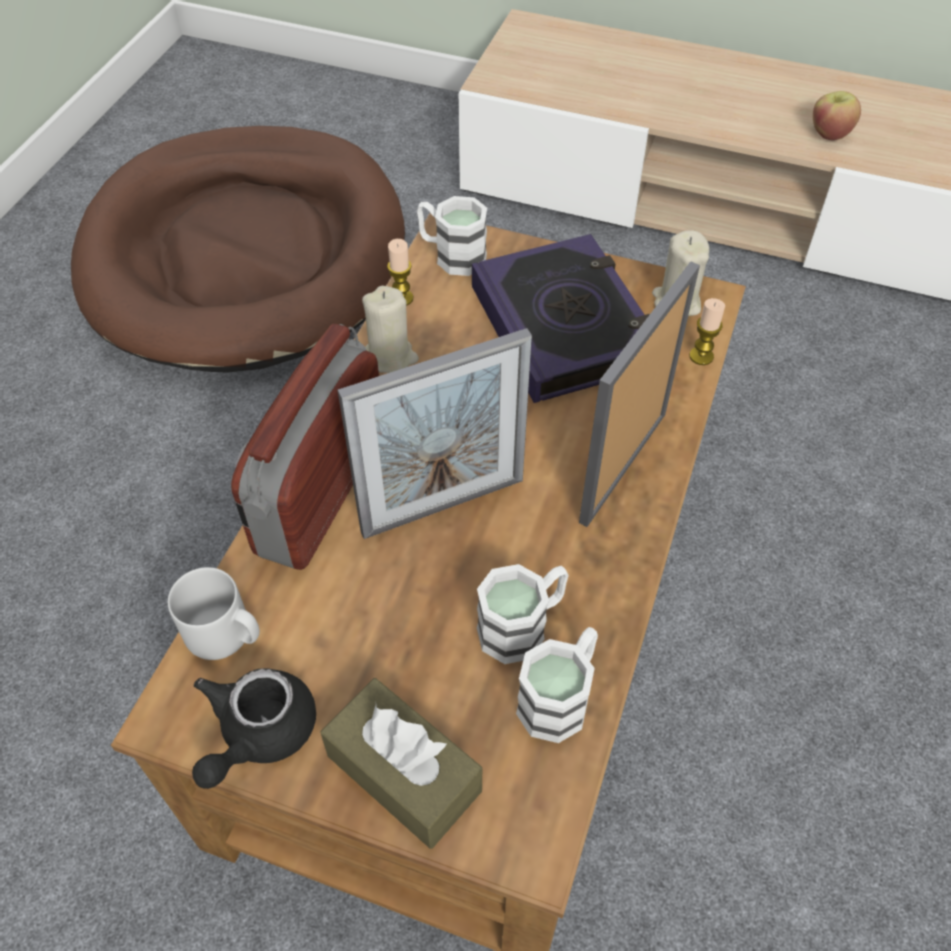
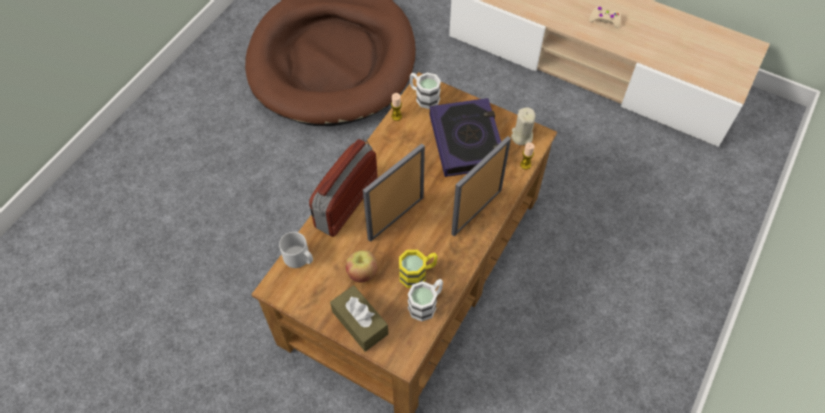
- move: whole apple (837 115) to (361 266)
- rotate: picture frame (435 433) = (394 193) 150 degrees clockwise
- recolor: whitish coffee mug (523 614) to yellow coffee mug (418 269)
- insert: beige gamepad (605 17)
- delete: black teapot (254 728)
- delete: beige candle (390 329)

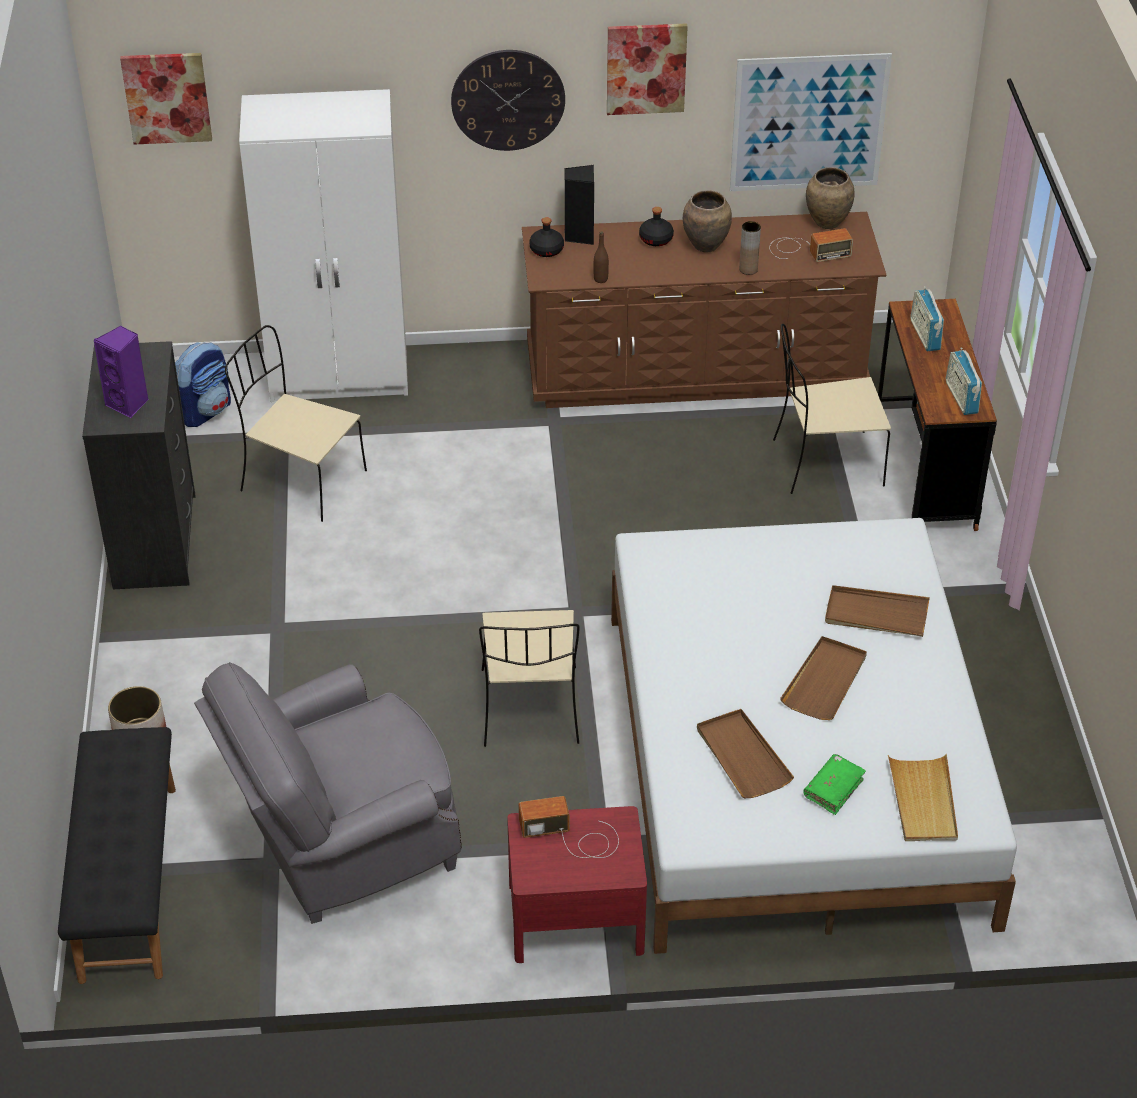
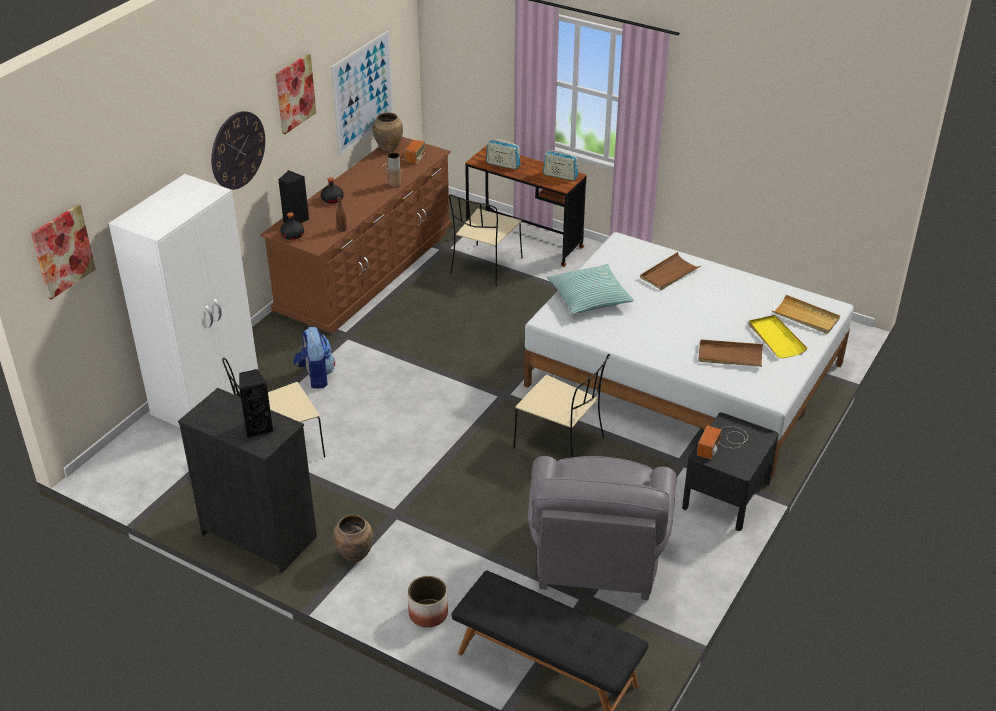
- recolor: purplish audio speaker (121 372) to black audio speaker (256 403)
- move: backpack (203 384) to (314 358)
- move: brown vase (707 221) to (353 538)
- insert: pillow (590 289)
- recolor: red night table (577 884) to black night table (730 471)
- replace: green book (834 784) to yellow carrying tray (778 336)
- delete: brown carrying tray (823 678)

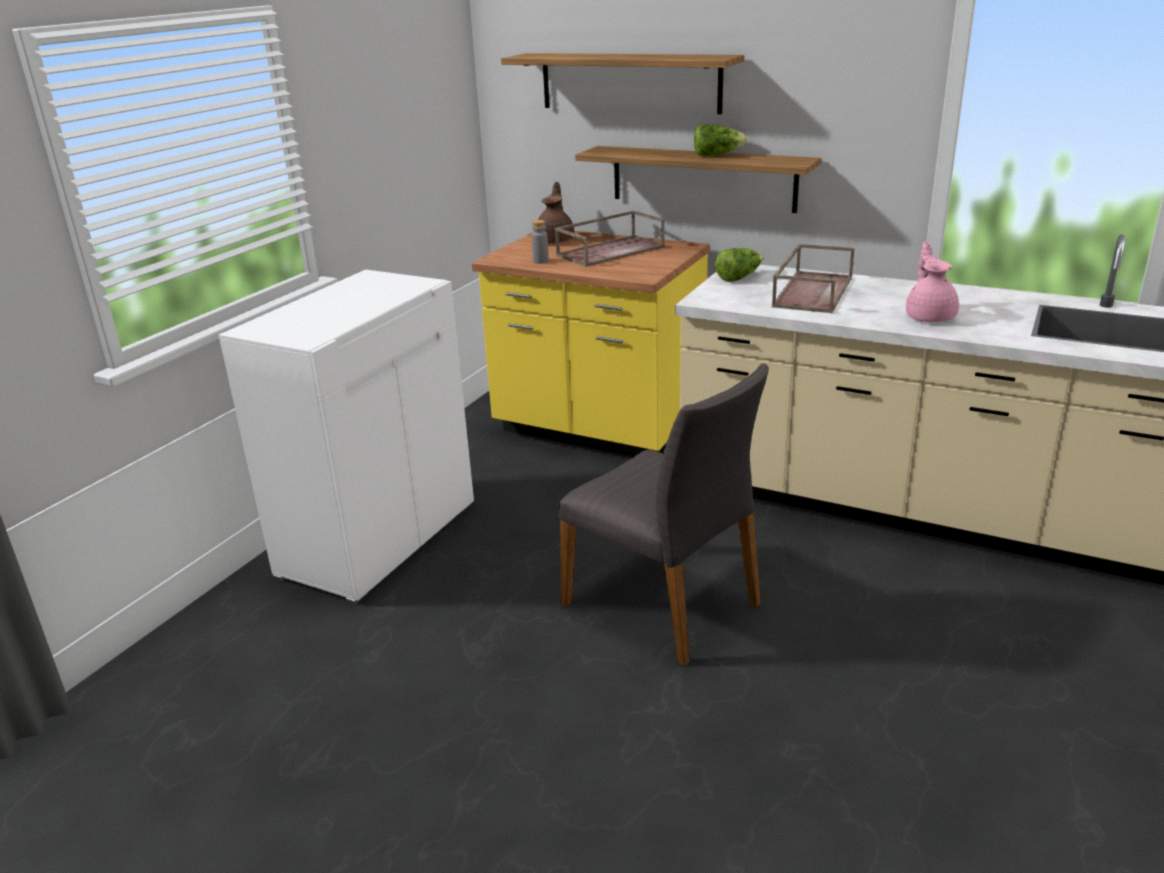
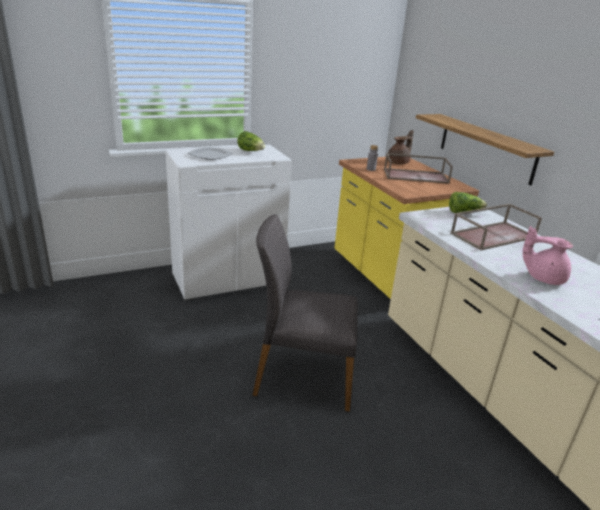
- insert: dinner plate (210 153)
- move: lettuce head (721 140) to (251 141)
- rotate: greyish chair (664 515) = (305 313) 105 degrees clockwise
- rotate: pinkish teapot (932 281) = (548 255) 105 degrees counterclockwise
- delete: shelf (622 83)

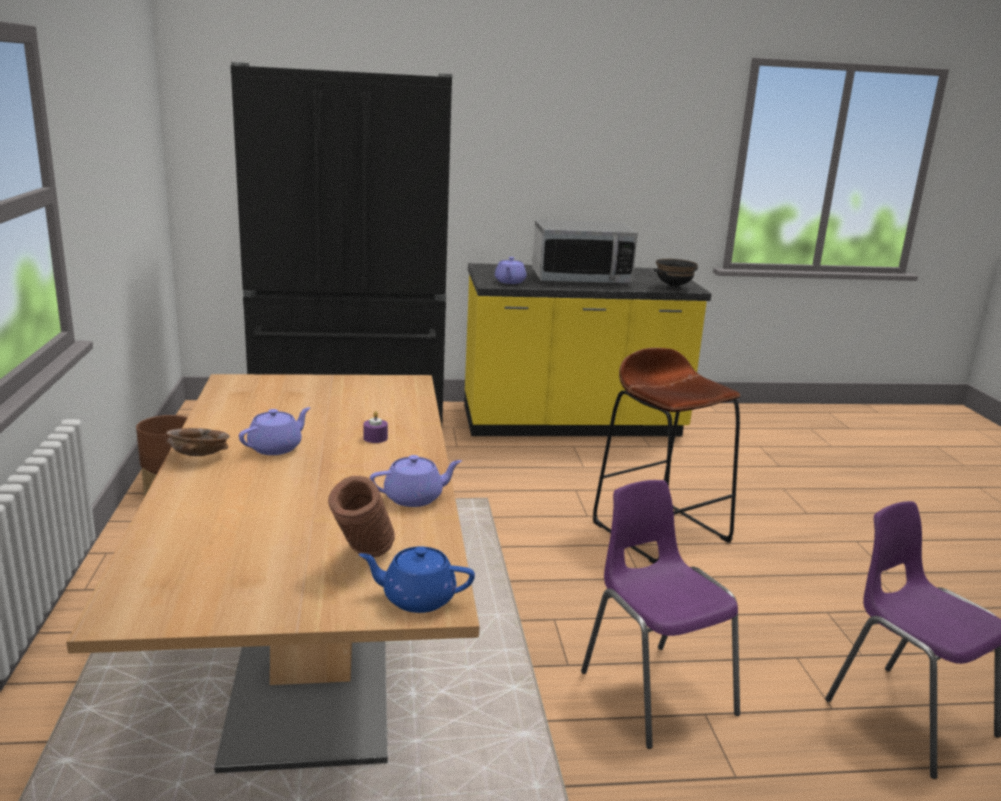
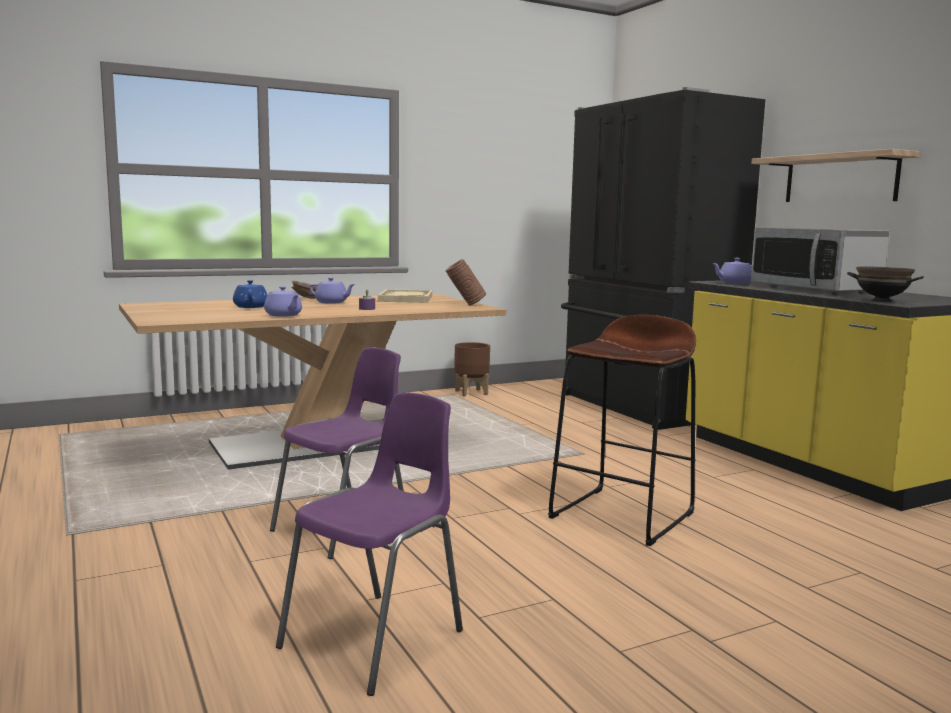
- move: blue-coloured teapot (417 580) to (250 294)
- insert: beige carrying tray (405 296)
- move: brown vase (361 516) to (465 282)
- insert: shelf (835 175)

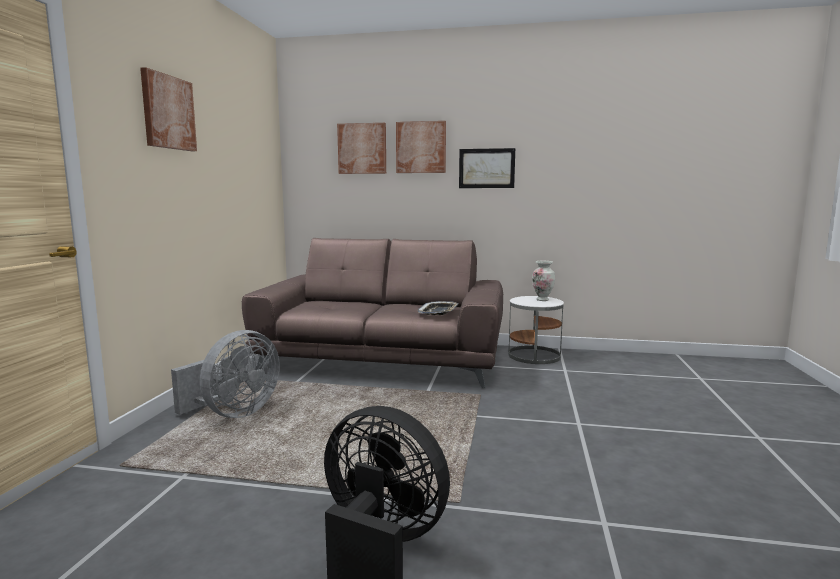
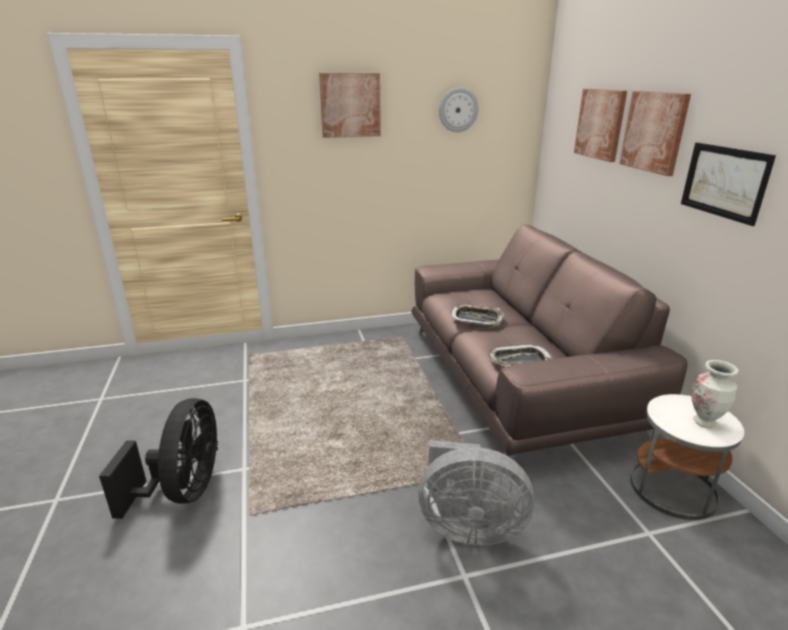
- move: greyish electric fan (225 374) to (476 493)
- insert: clock on the wall (458 110)
- insert: carrying tray (477 315)

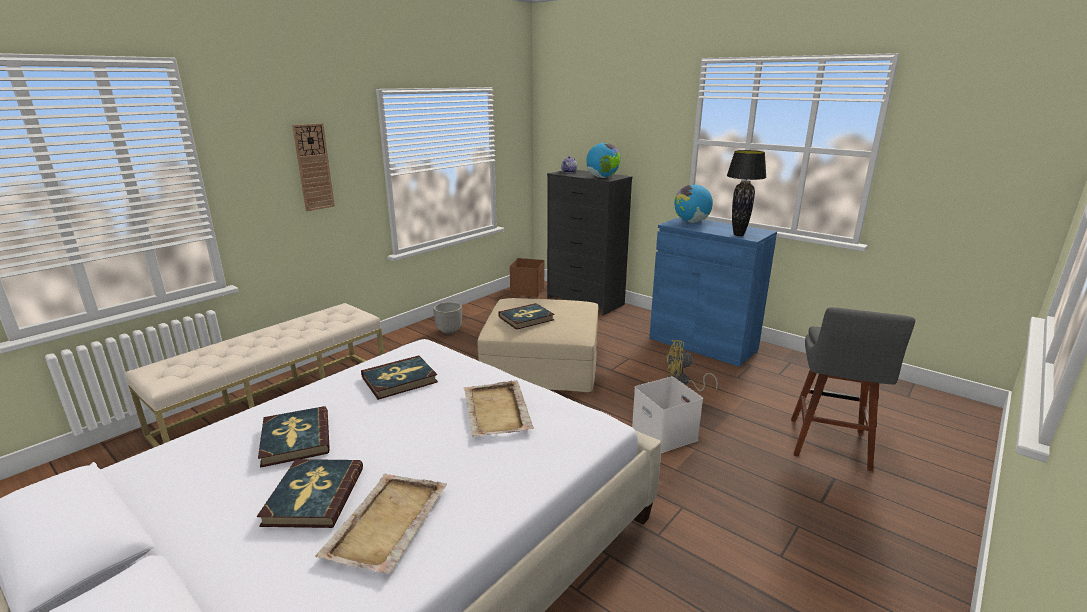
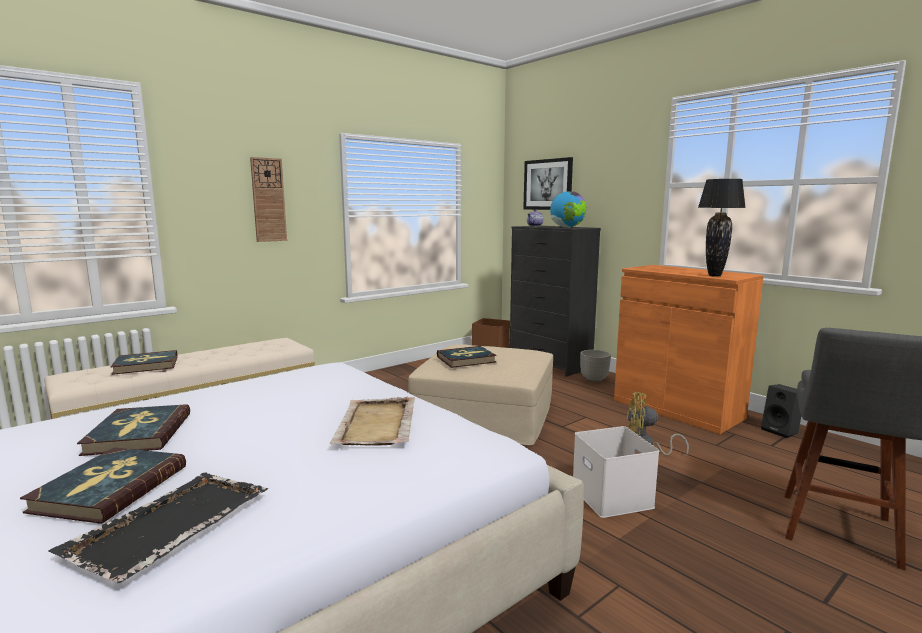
- recolor: beige carrying tray (381 524) to black carrying tray (158 528)
- move: book (399 377) to (144 362)
- insert: wall art (548 183)
- move: plant pot (447 318) to (595 366)
- recolor: blue-coloured cabinet (713 292) to orange cabinet (689 349)
- insert: black audio speaker (781 411)
- delete: globe (693 203)

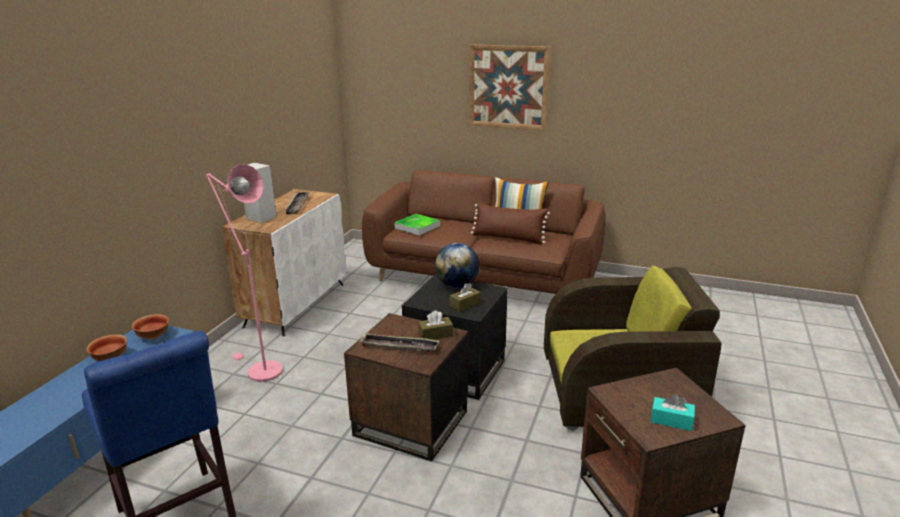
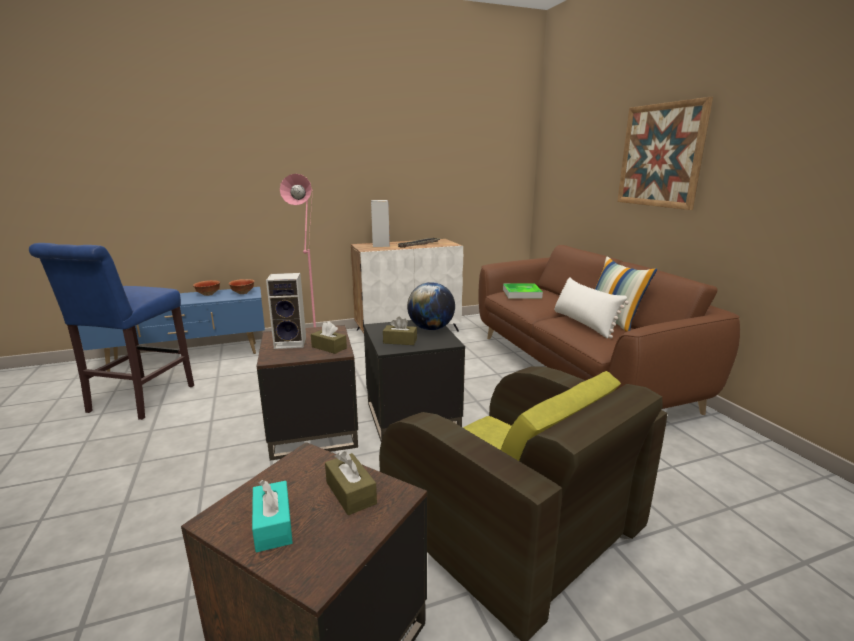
- replace: carrying tray (399 342) to audio speaker (286 311)
- insert: brown tissue holder (351 483)
- recolor: brown pillow (510 223) to whitish pillow (591 308)

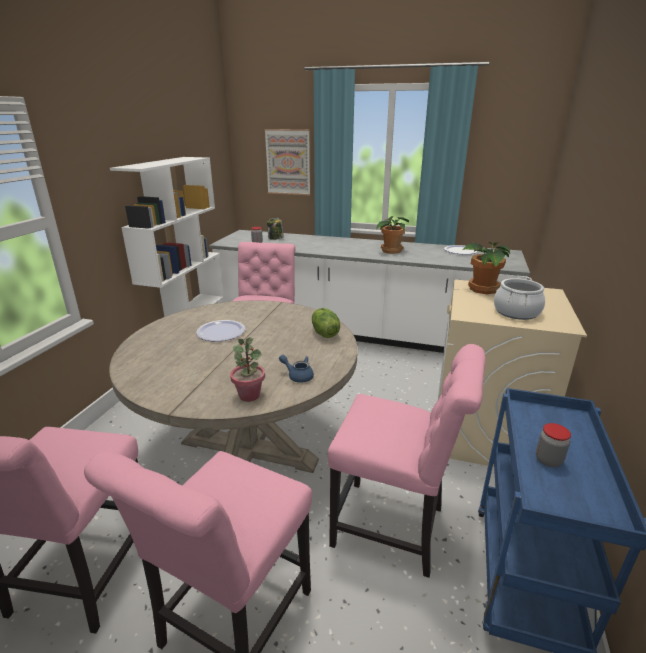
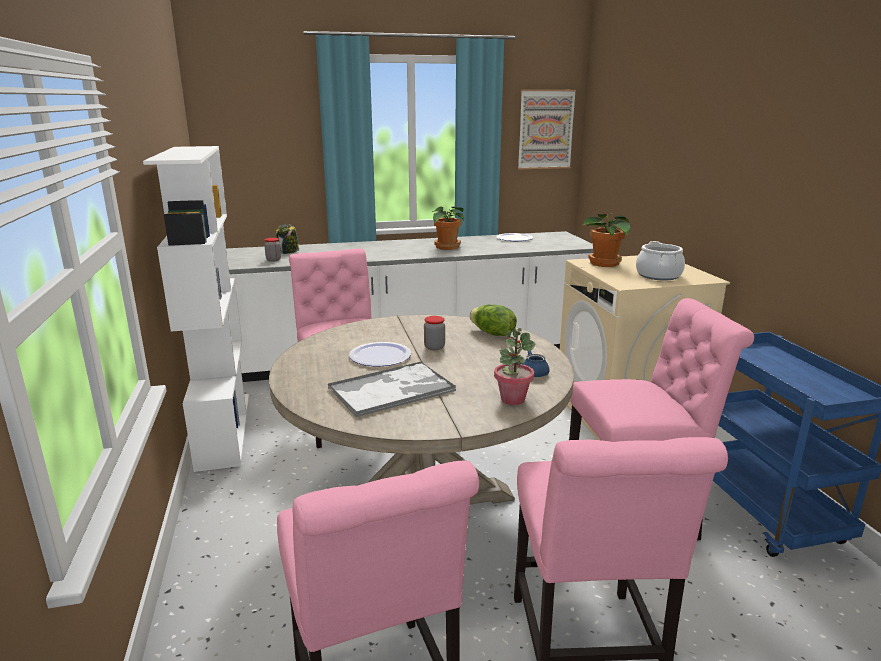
- insert: carrying tray (392 389)
- move: jar (553 445) to (434 333)
- move: wall art (287 162) to (547 129)

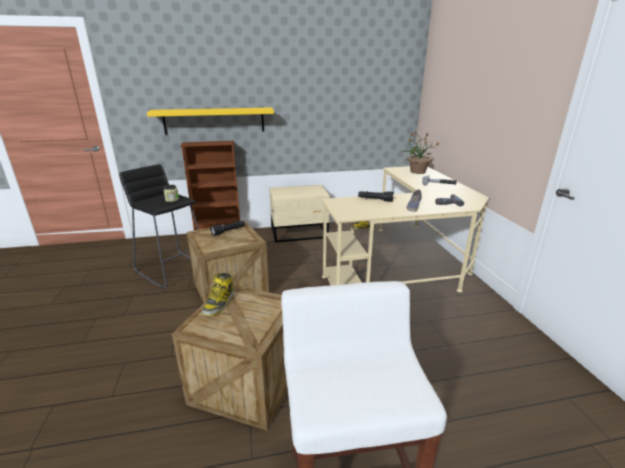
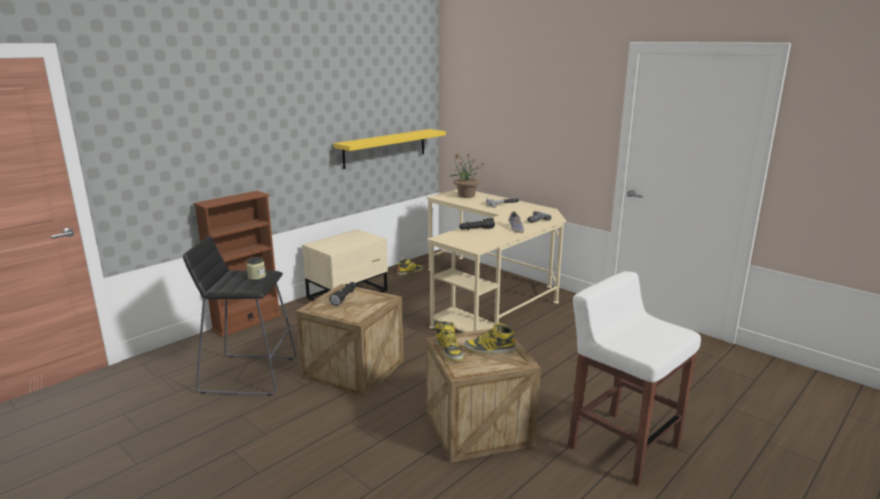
- move: yellow shelf (210 121) to (389 149)
- insert: boot (489 338)

